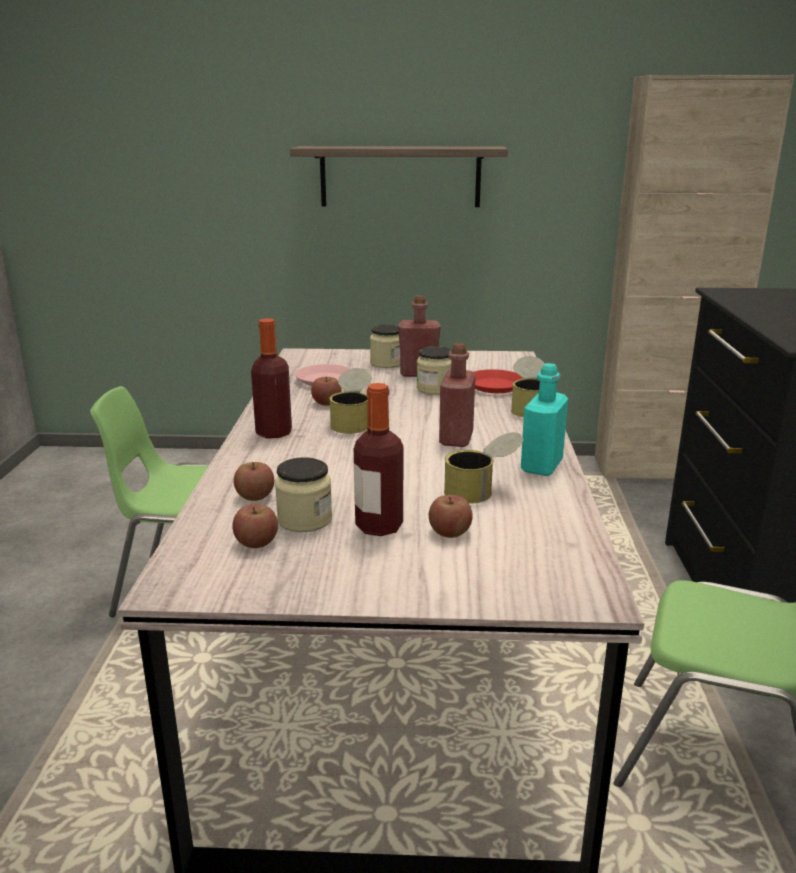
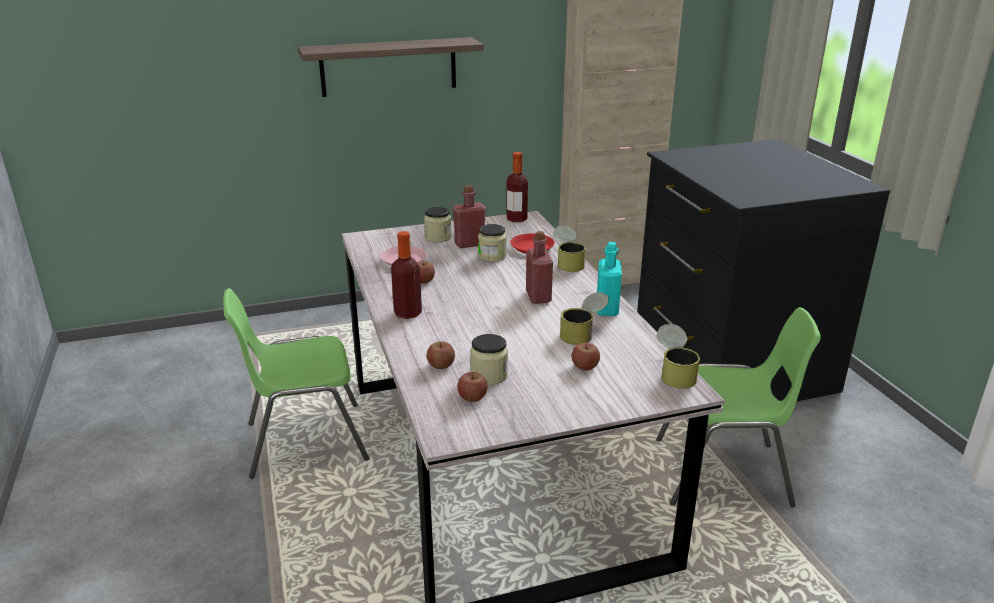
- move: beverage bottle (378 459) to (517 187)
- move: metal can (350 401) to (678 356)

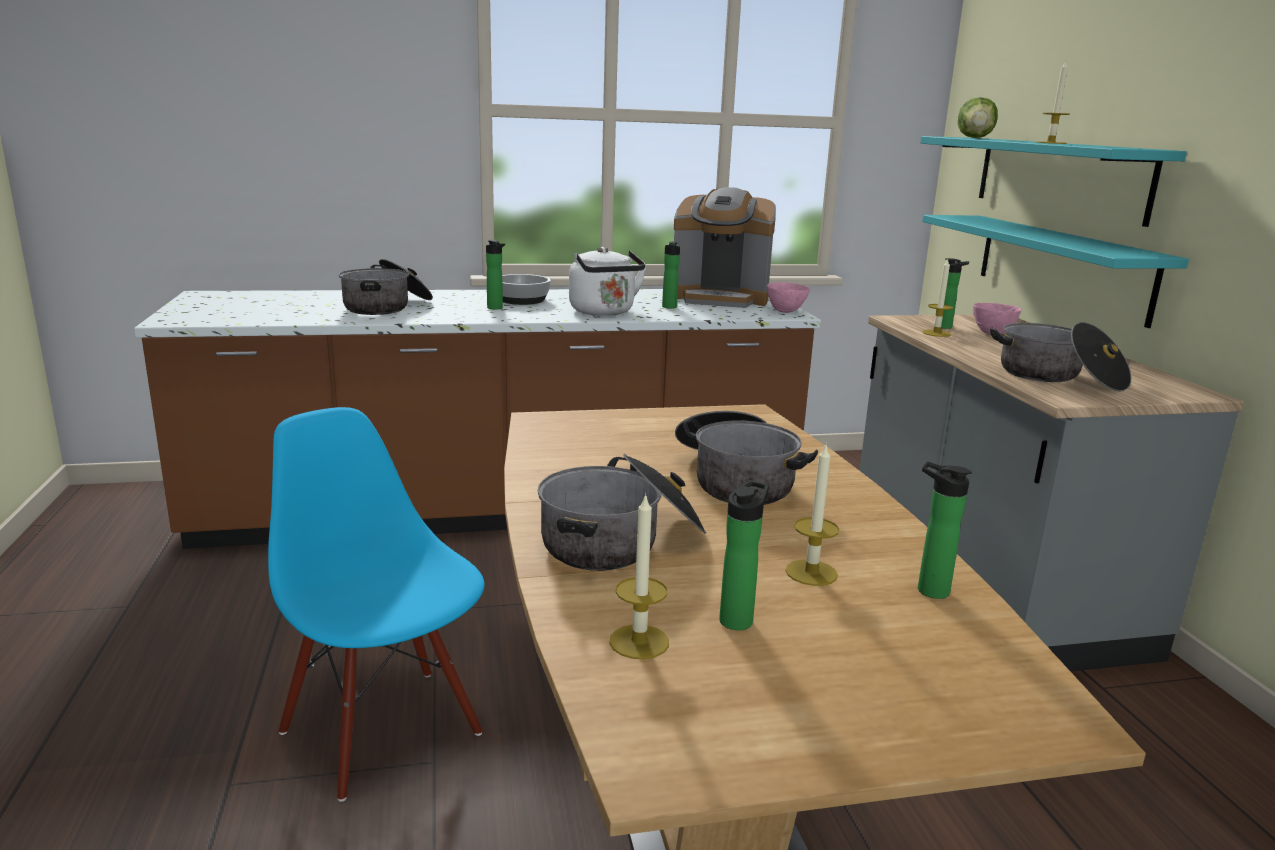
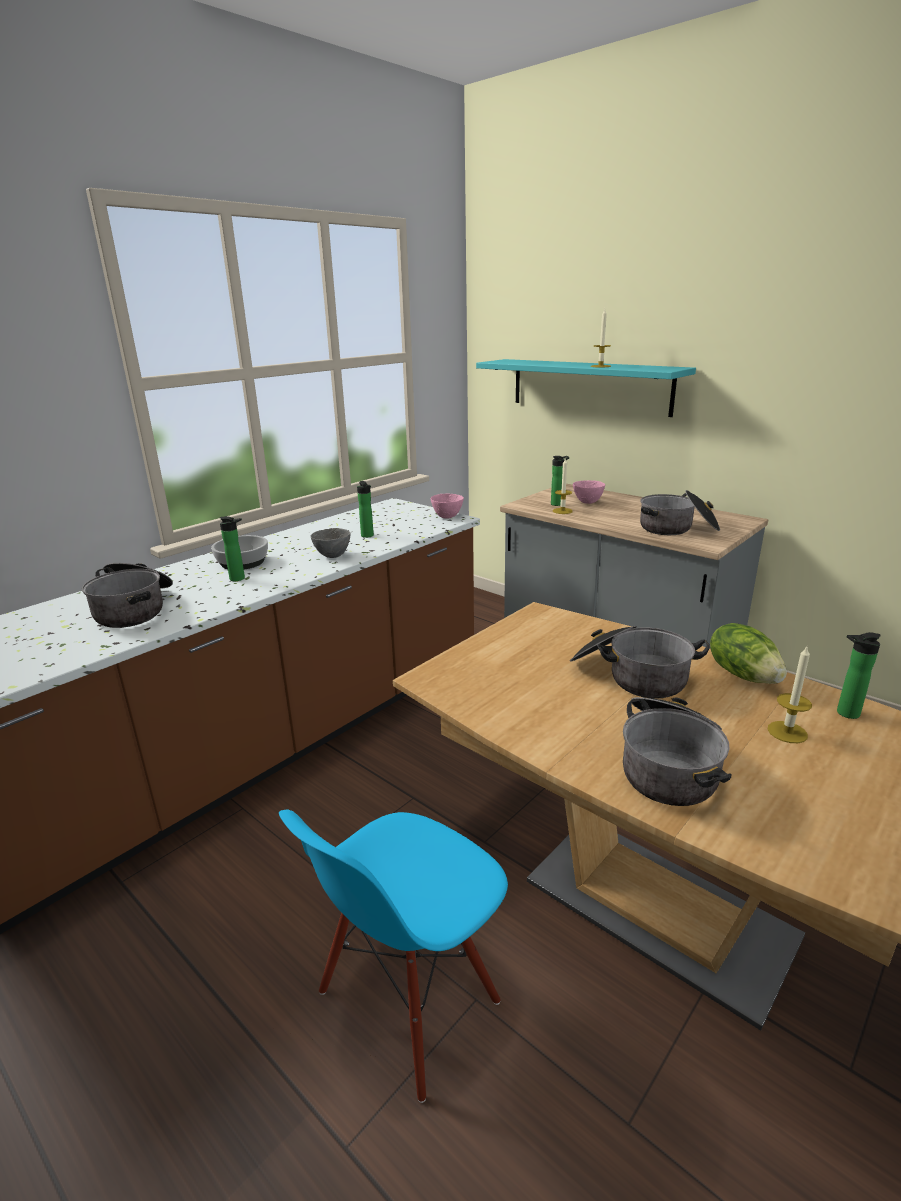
- rotate: blue-coloured chair (376 604) = (393 956) 60 degrees counterclockwise
- replace: whitish kettle (607 281) to greyish bowl (331 543)
- move: lettuce head (978 117) to (748 653)
- delete: candle (639 576)
- delete: coffee machine (725 247)
- delete: beverage bottle (744 555)
- delete: turquoise shelf (1055 271)

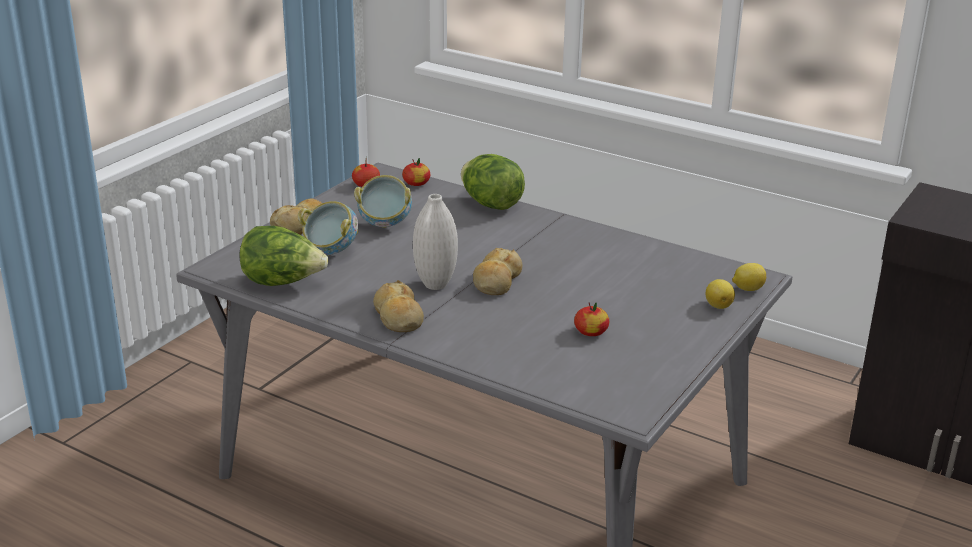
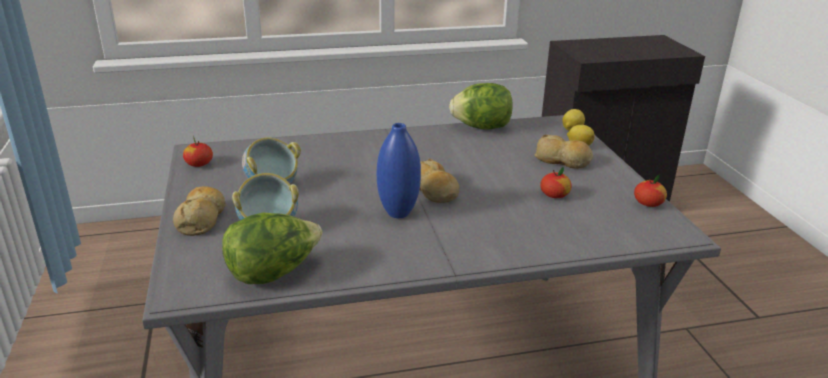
- recolor: whitish vase (435 242) to blue-coloured vase (399 170)
- move: lettuce head (493 182) to (480 106)
- move: bread (398 306) to (564 152)
- move: whole apple (416 172) to (650 191)

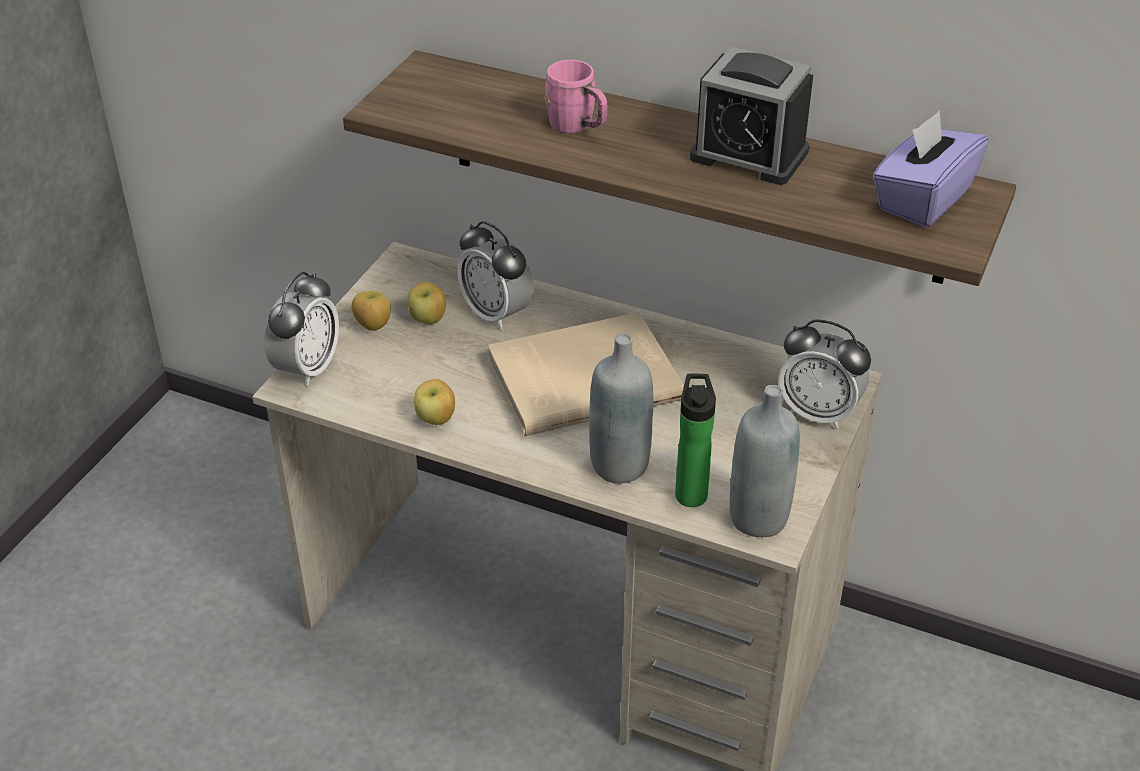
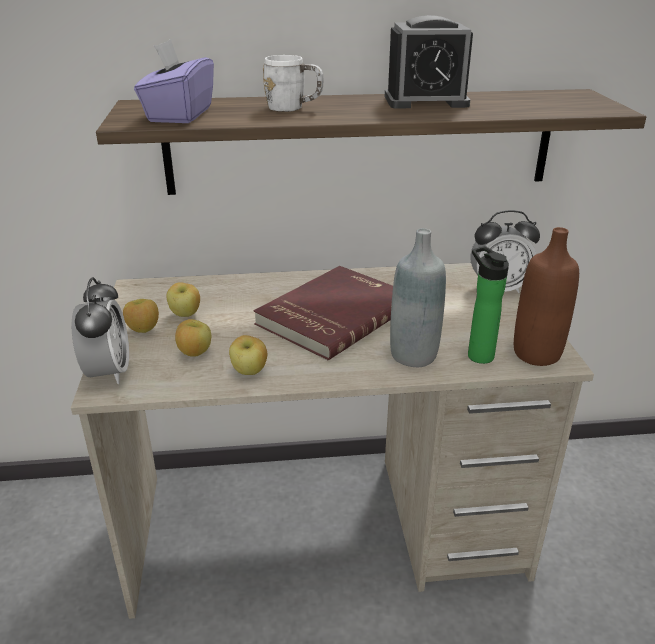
- move: purplish tissue holder (930 168) to (174 81)
- insert: whole apple (193 338)
- recolor: beige book (586 374) to red book (323 313)
- recolor: pinkish coffee mug (576 96) to whitish coffee mug (293 83)
- recolor: greyish beverage bottle (765 461) to brown beverage bottle (546 296)
- delete: table clock (495 275)

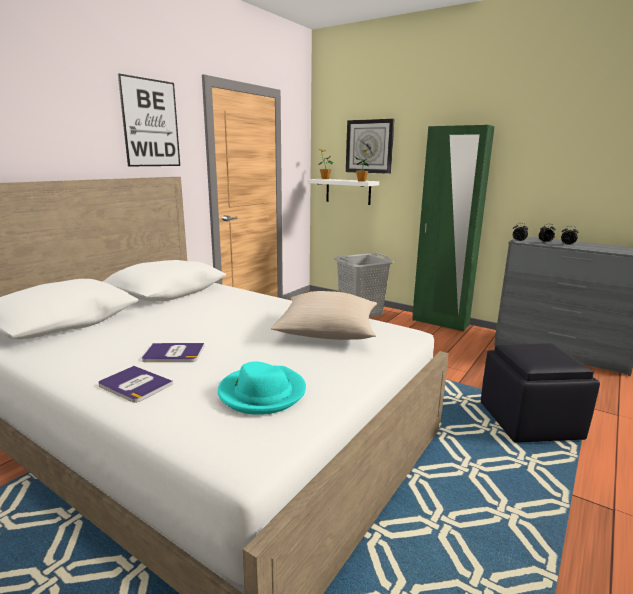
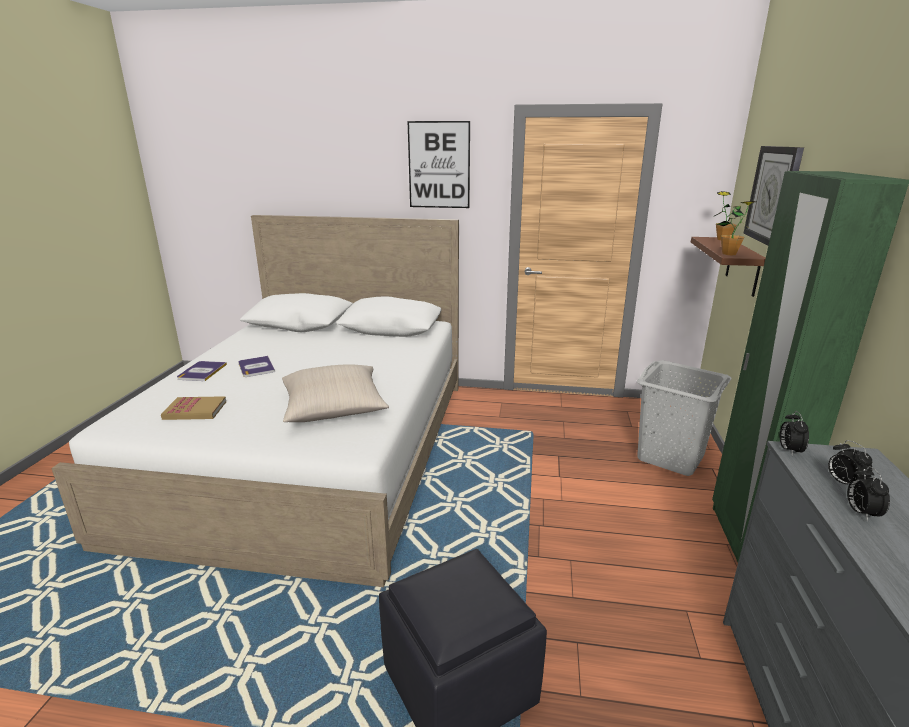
- replace: turquoise wearable hat (262 388) to book (193 408)
- recolor: whitish shelf (343 192) to brown shelf (728 267)

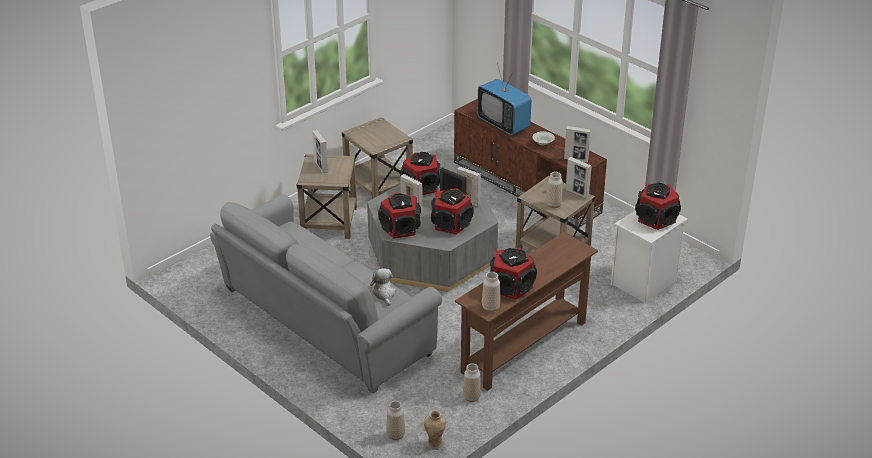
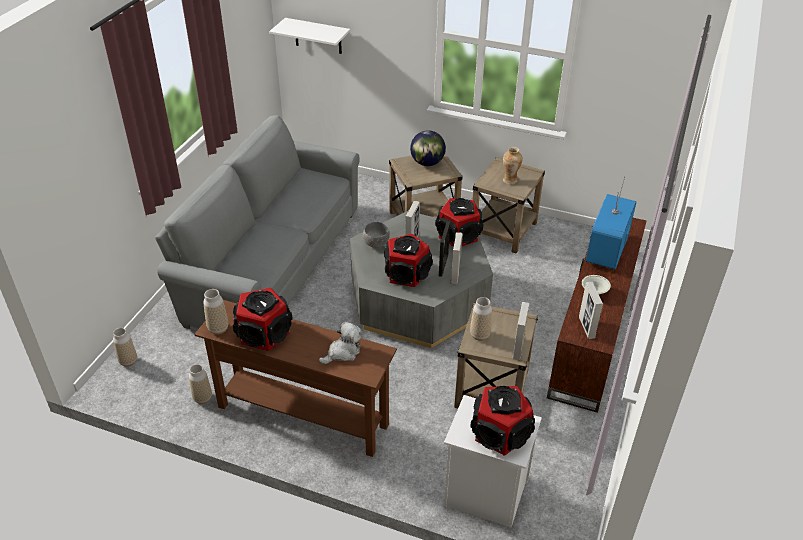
- insert: whitish shelf (309 36)
- move: plush toy (383 287) to (340 342)
- replace: audio speaker (399 215) to greyish bowl (376 235)
- replace: picture frame (320 151) to globe (428 148)
- move: vase (435 430) to (513 165)

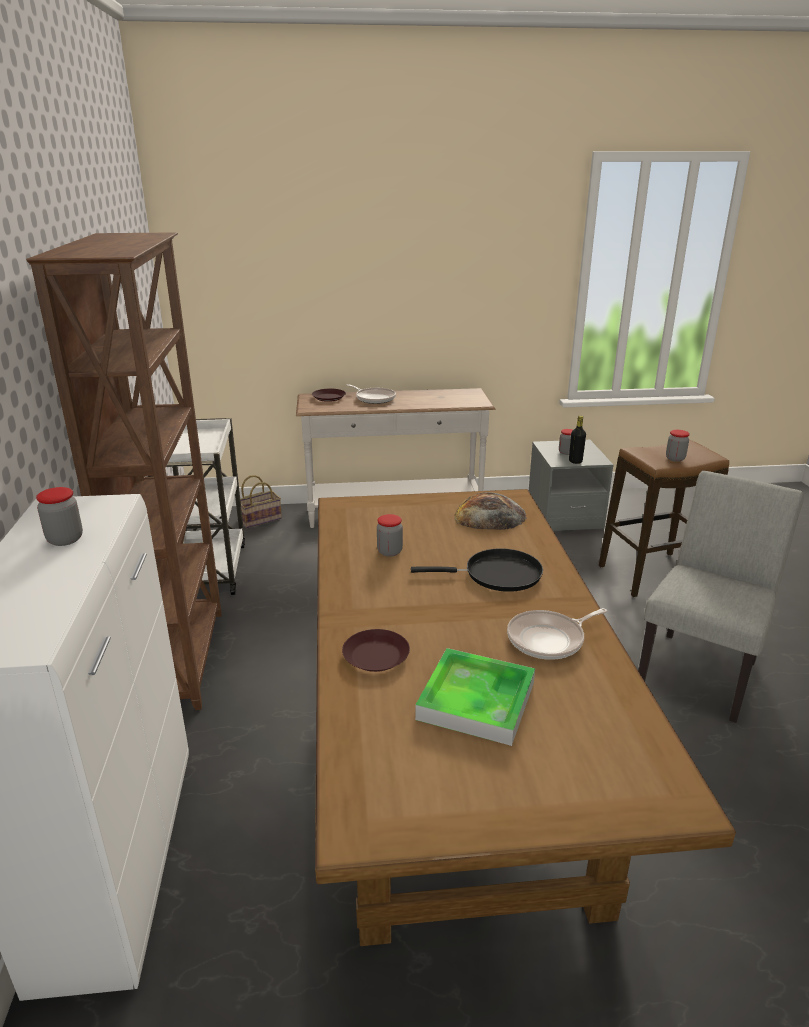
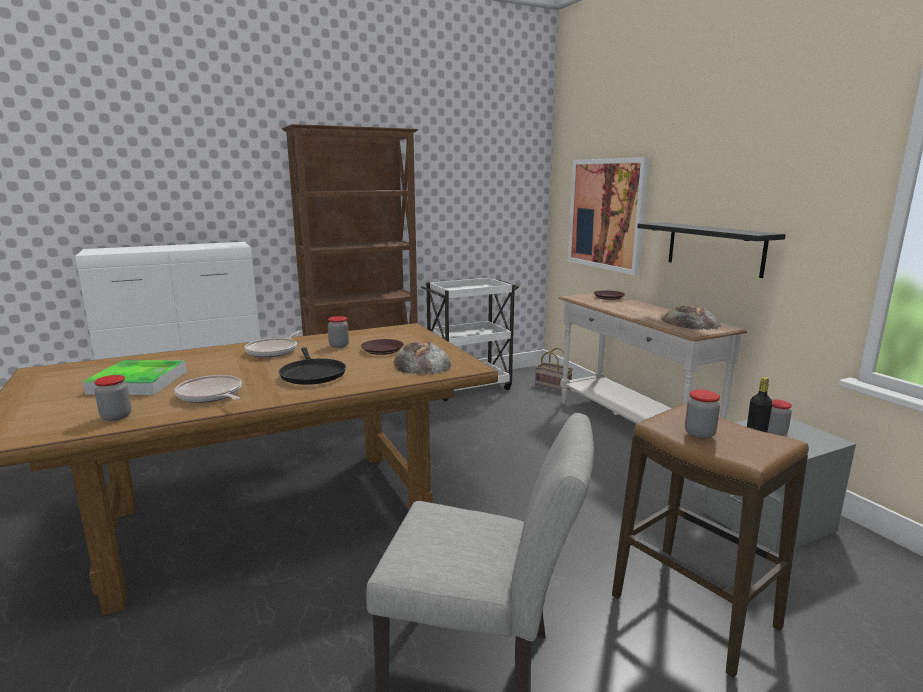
- move: jar (59 516) to (112 398)
- move: pan (371 394) to (273 344)
- move: brown dinner plate (376 650) to (382 347)
- insert: wall art (608 216)
- insert: black shelf (711 250)
- insert: bread (691 317)

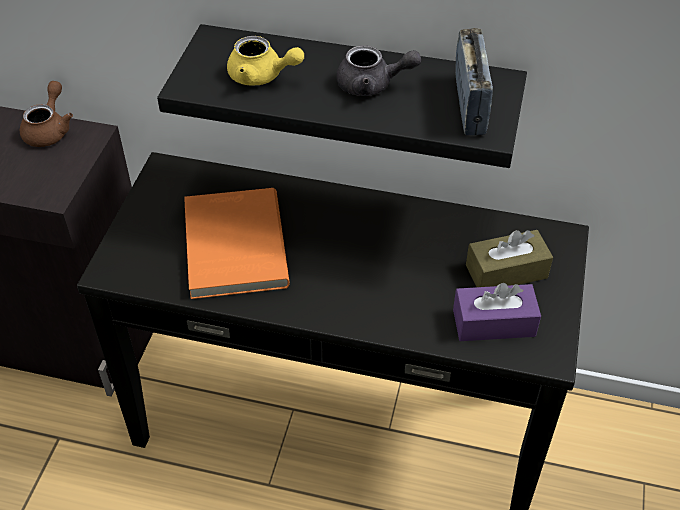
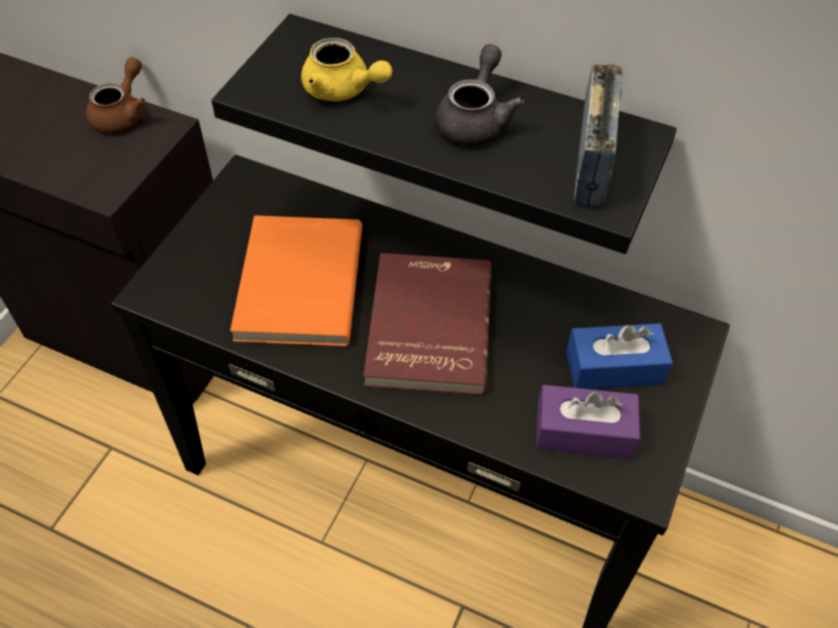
- insert: red book (427 324)
- rotate: greyish teapot (378 71) = (479 95) 90 degrees counterclockwise
- recolor: brown tissue holder (509 258) to blue-coloured tissue holder (619 356)

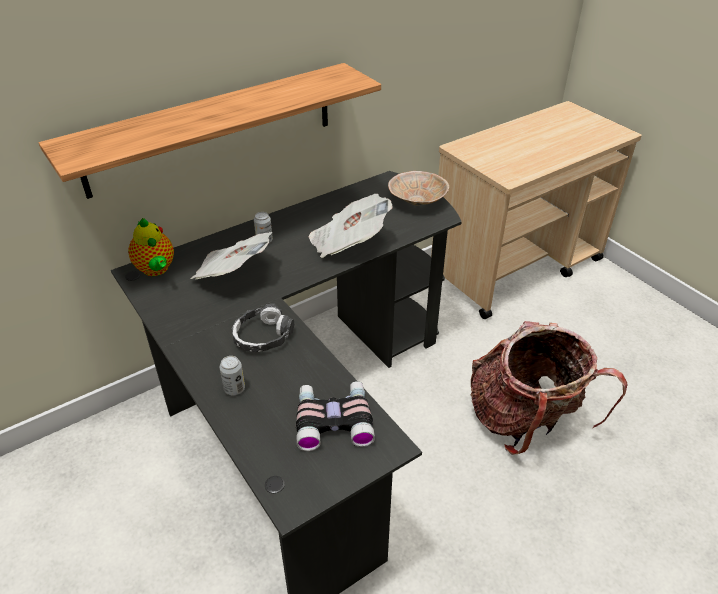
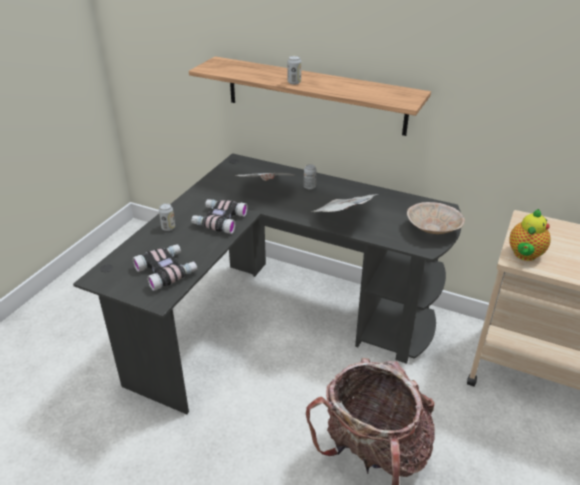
- replace: pair of headphones (263 328) to binoculars (219 216)
- insert: metal can (294 70)
- move: teapot (151 247) to (529 235)

